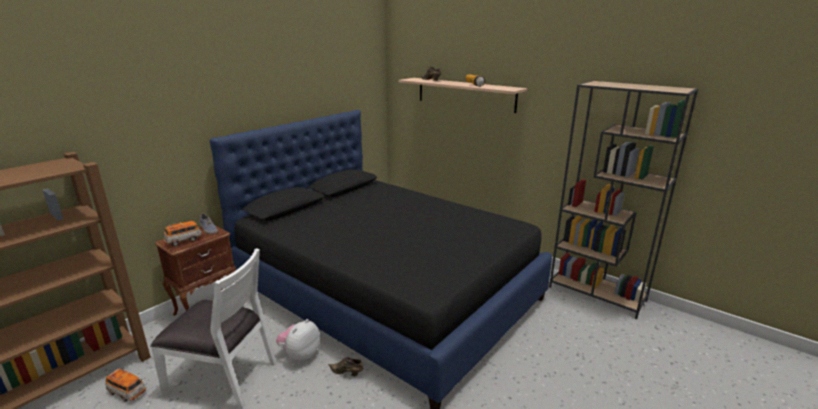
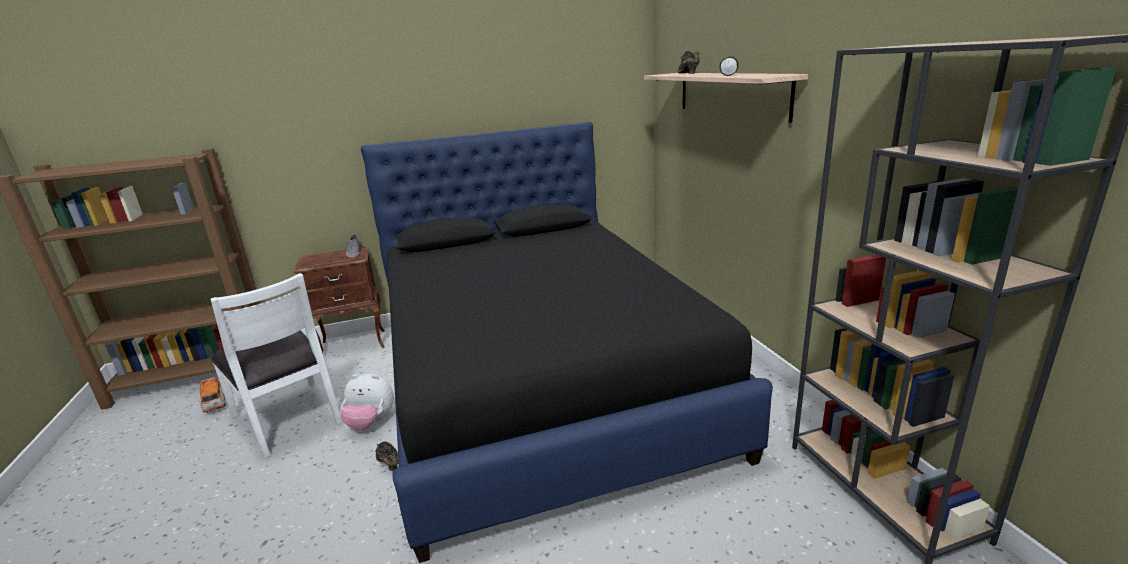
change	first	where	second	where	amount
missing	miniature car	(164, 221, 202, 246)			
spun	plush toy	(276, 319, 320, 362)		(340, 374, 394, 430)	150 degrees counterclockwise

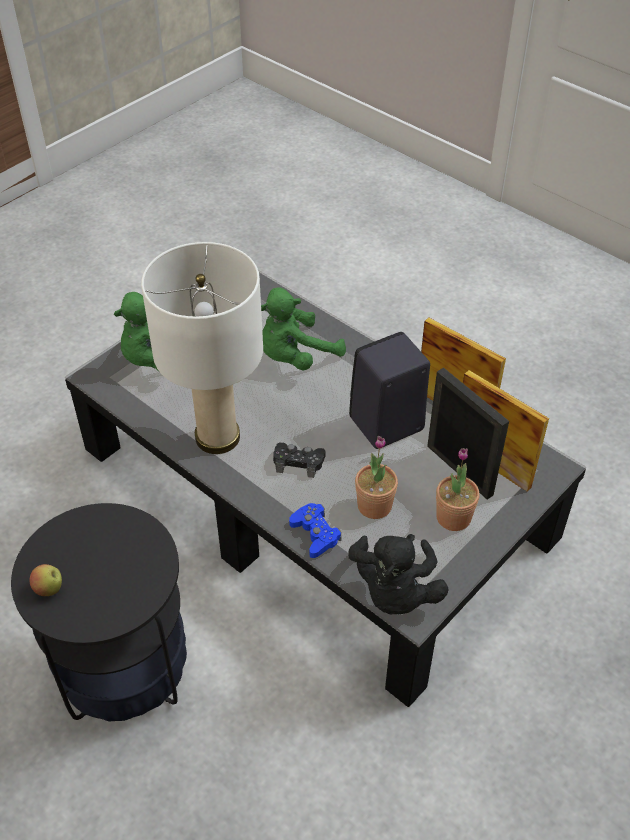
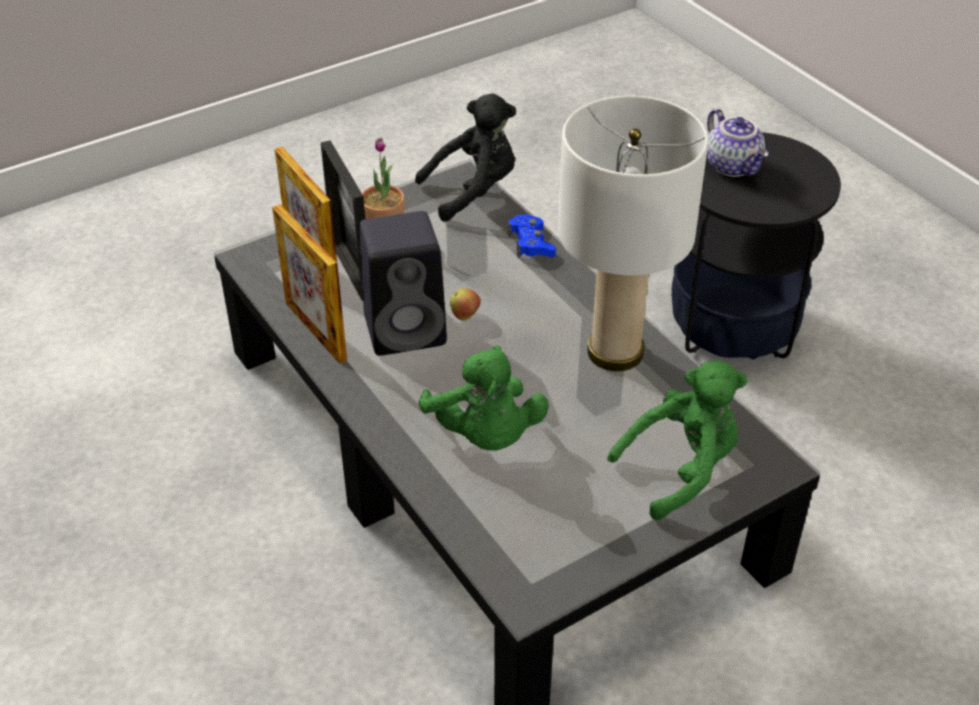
change	first	where	second	where	amount
missing	blackish gamepad	(273, 442, 326, 478)			
missing	plant in a pot	(355, 436, 398, 519)			
appeared			pot for tea	(707, 109, 769, 177)	
relocated	apple fruit	(29, 564, 62, 596)		(450, 288, 481, 321)	
spun	green-coloured plush toy	(261, 287, 346, 371)		(419, 345, 549, 451)	90 degrees clockwise
spun	blackish plush toy	(348, 534, 449, 614)		(415, 94, 516, 222)	45 degrees clockwise

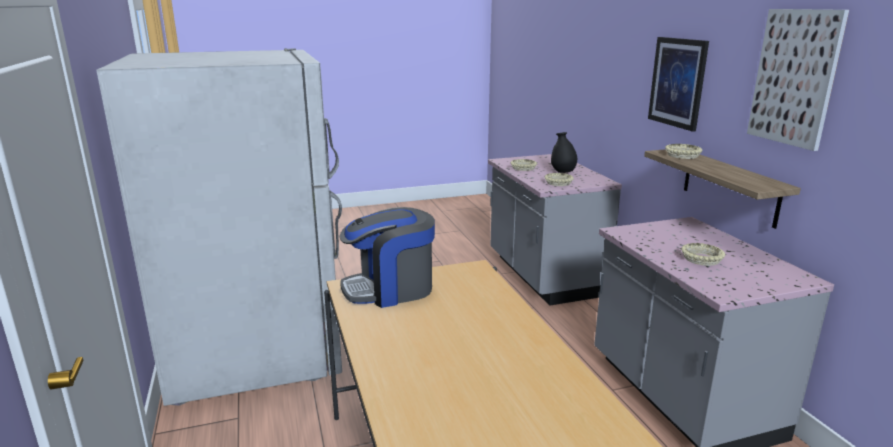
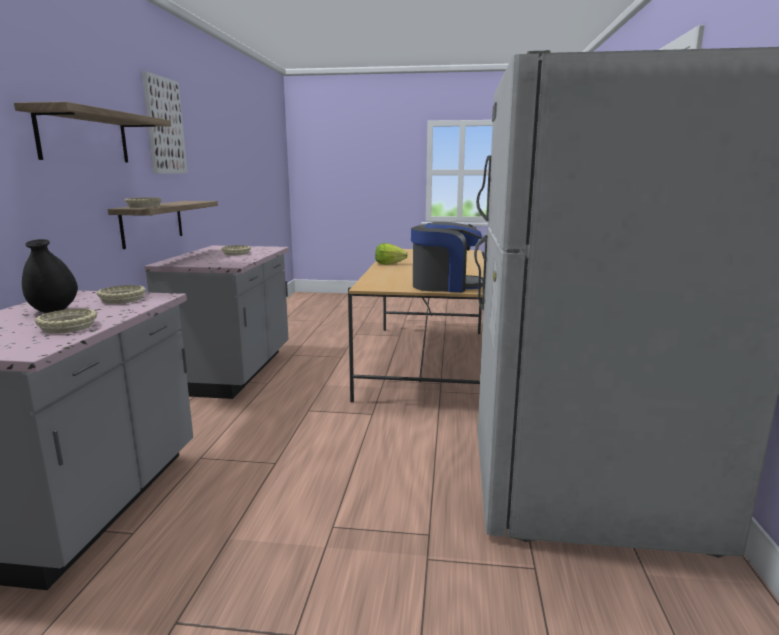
change	first	where	second	where	amount
appeared			lettuce	(375, 243, 408, 265)	
exchanged	picture	(648, 37, 709, 132)	wall shelf	(14, 102, 171, 162)	

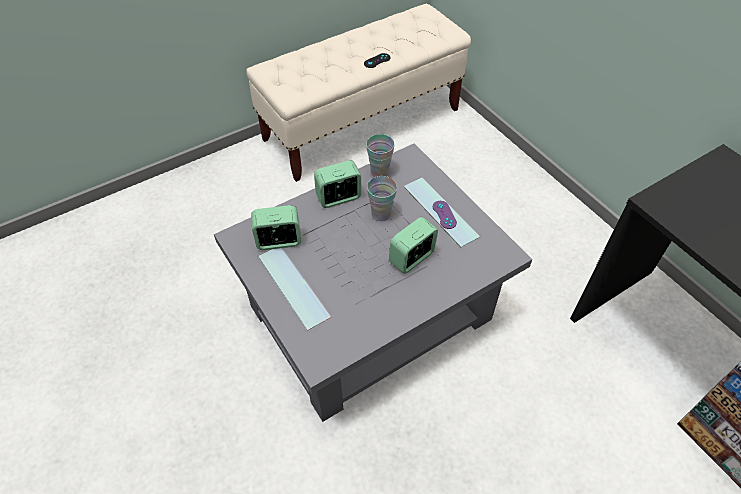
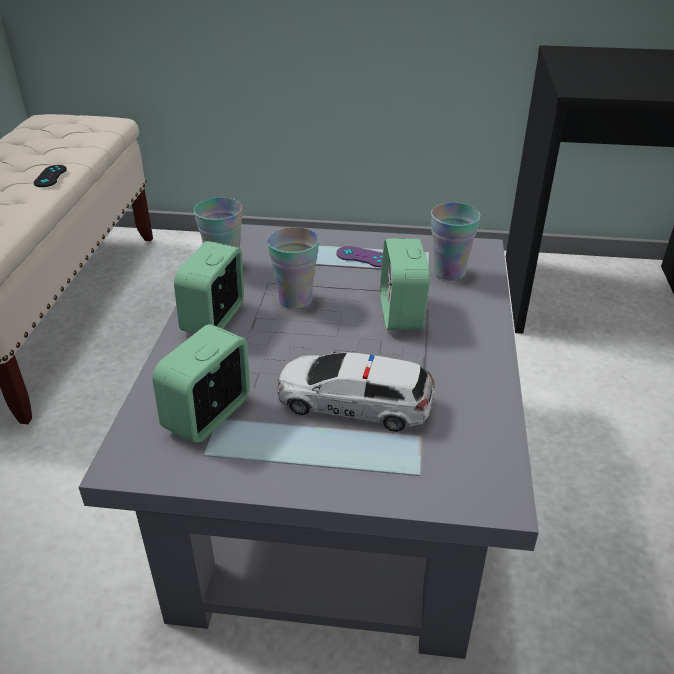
change	first	where	second	where	amount
appeared			miniature car	(277, 351, 435, 432)	
appeared			drinking cup	(431, 203, 481, 281)	

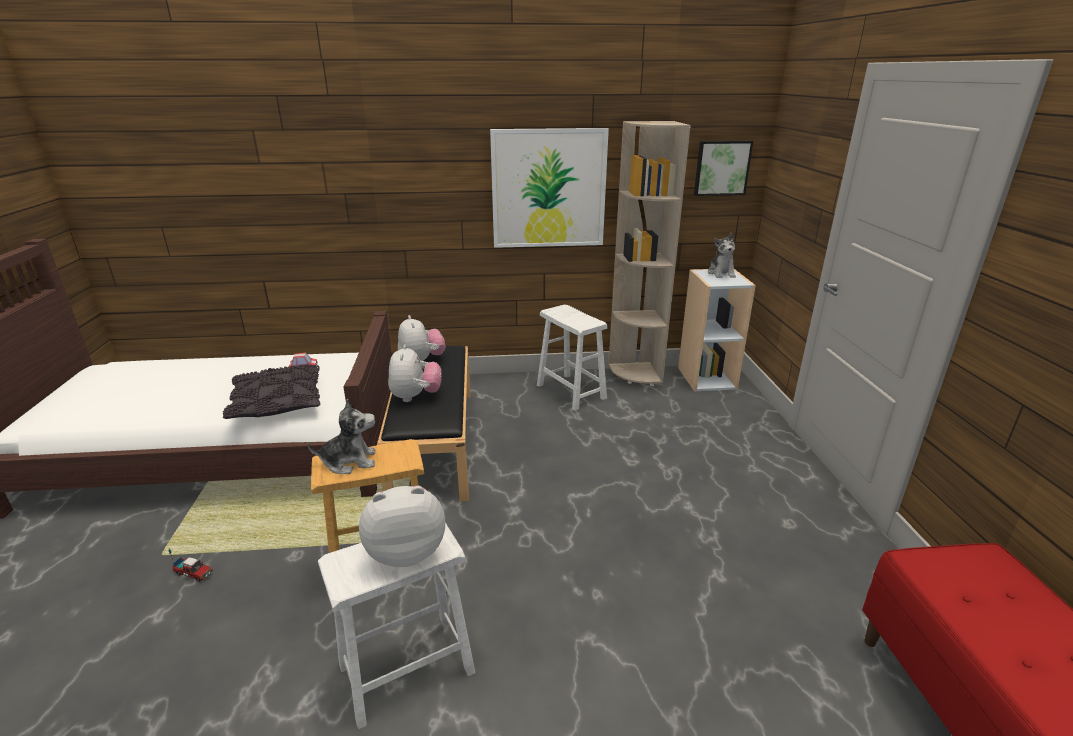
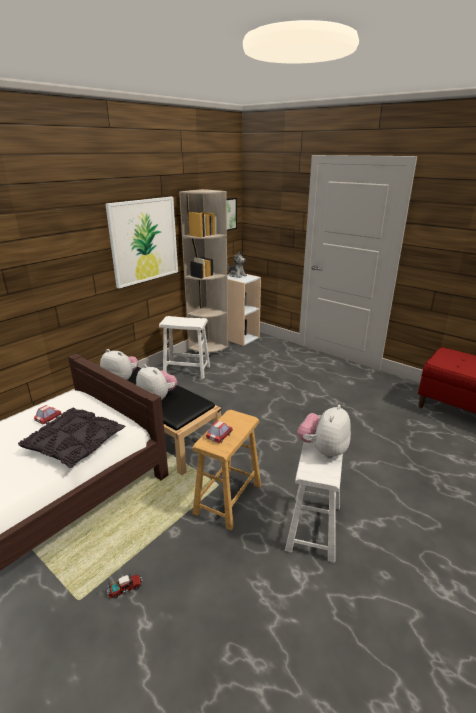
change	first	where	second	where	amount
exchanged	plush toy	(307, 399, 375, 474)	miniature car	(206, 420, 233, 444)	

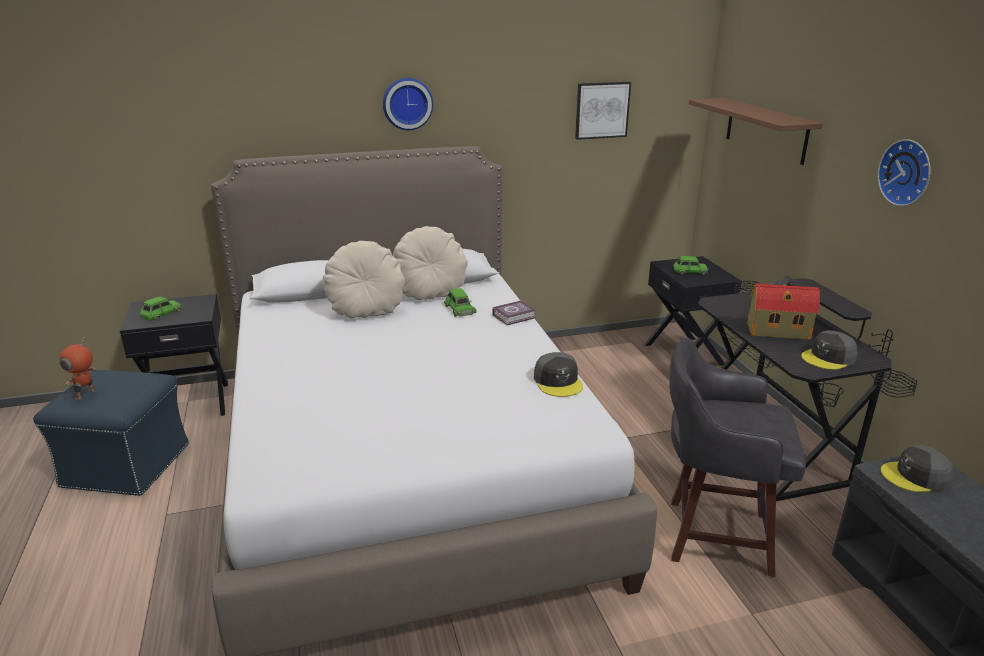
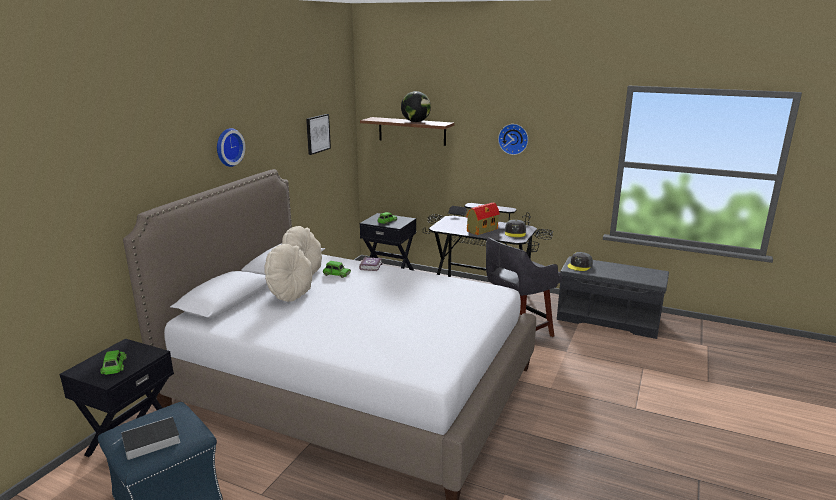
change	first	where	second	where	amount
missing	grey baseball cap	(534, 352, 583, 397)			
appeared			desk globe	(401, 91, 431, 122)	
exchanged	toy robot	(60, 337, 96, 401)	book	(113, 417, 180, 460)	

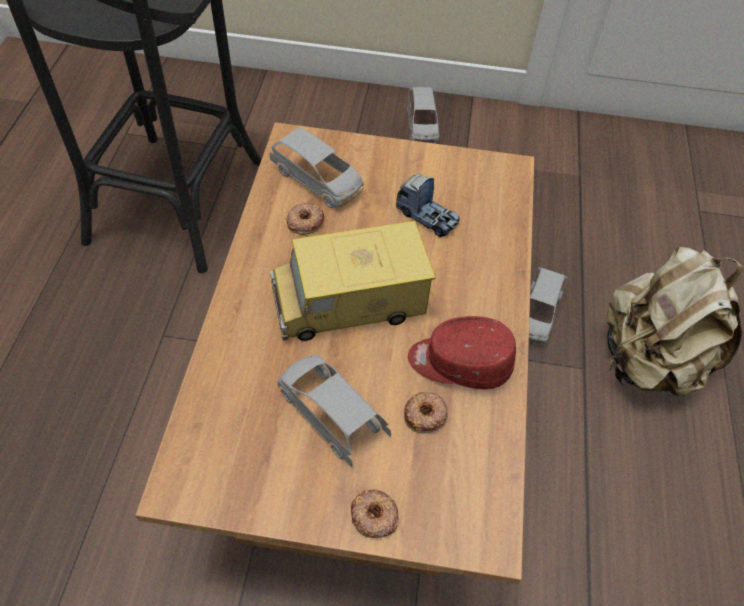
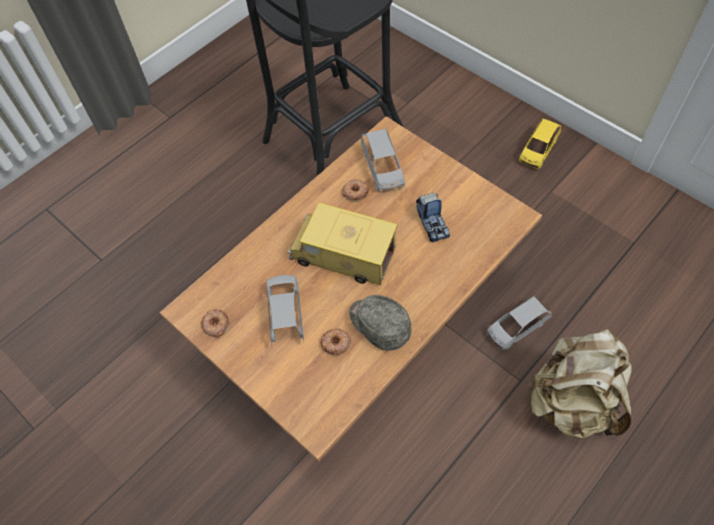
change	first	where	second	where	amount
relocated	donut	(351, 489, 398, 538)		(201, 309, 229, 338)	
colour	grey miniature car	(407, 87, 439, 143)	yellow miniature car	(519, 118, 561, 169)	
colour	red-coloured baseball cap	(408, 316, 516, 390)	grey baseball cap	(349, 295, 412, 351)	

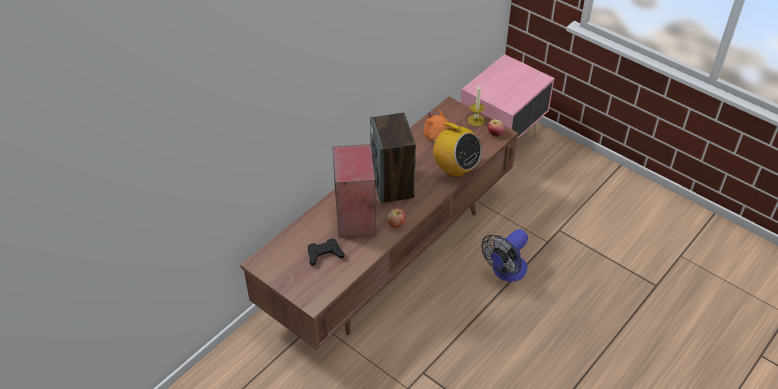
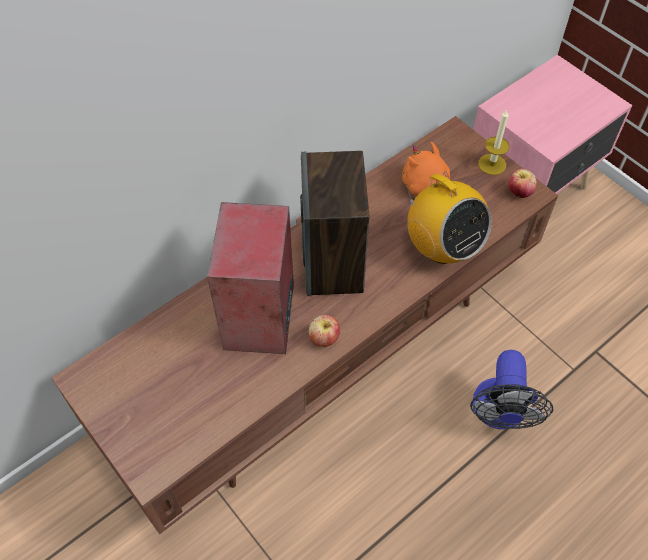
change	first	where	second	where	amount
missing	blackish gamepad	(308, 238, 345, 266)			
spun	fan	(482, 229, 528, 282)		(470, 350, 553, 429)	45 degrees counterclockwise

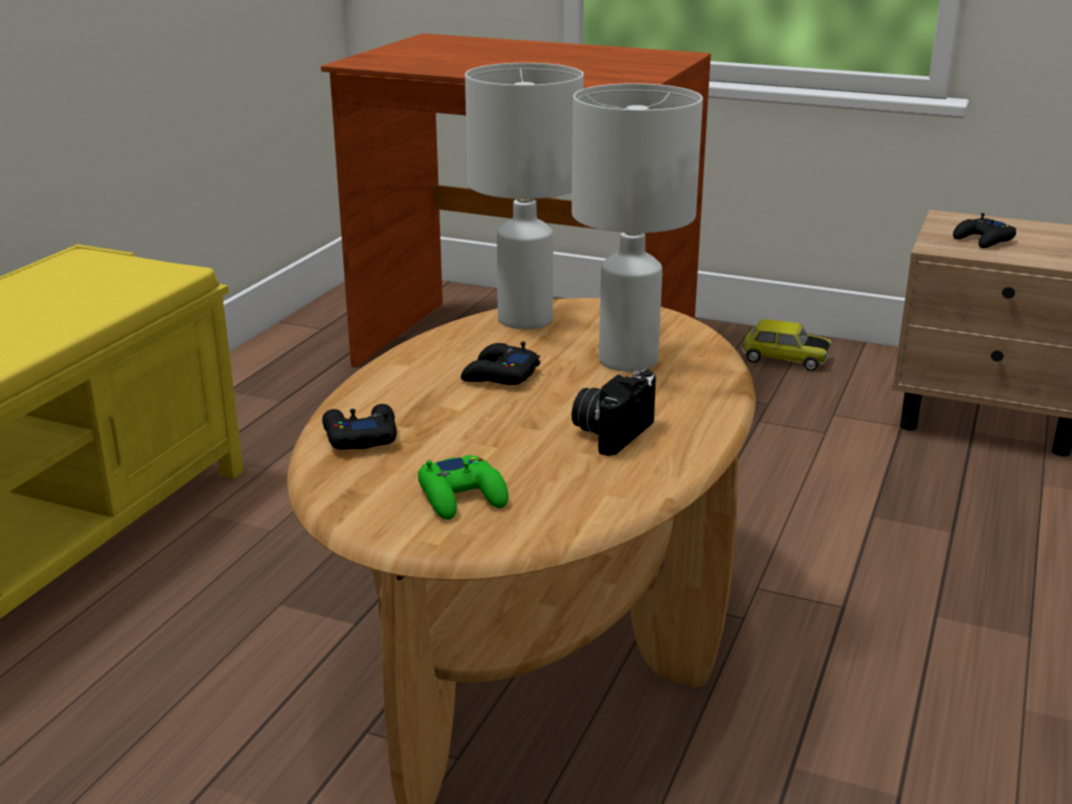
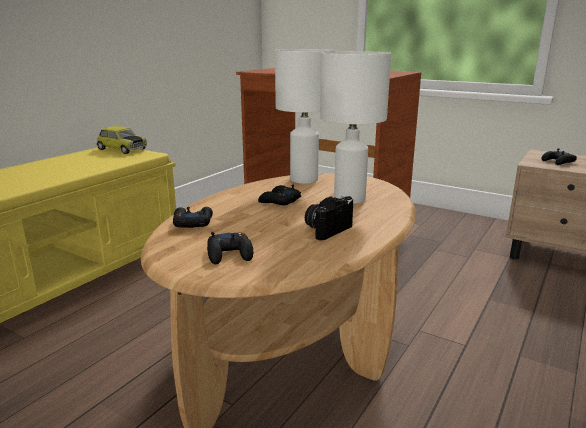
change	first	where	second	where	amount
relocated	miniature car	(742, 319, 832, 371)		(96, 126, 147, 154)	
colour	green-coloured gamepad	(418, 455, 508, 520)	blackish gamepad	(207, 232, 253, 264)	

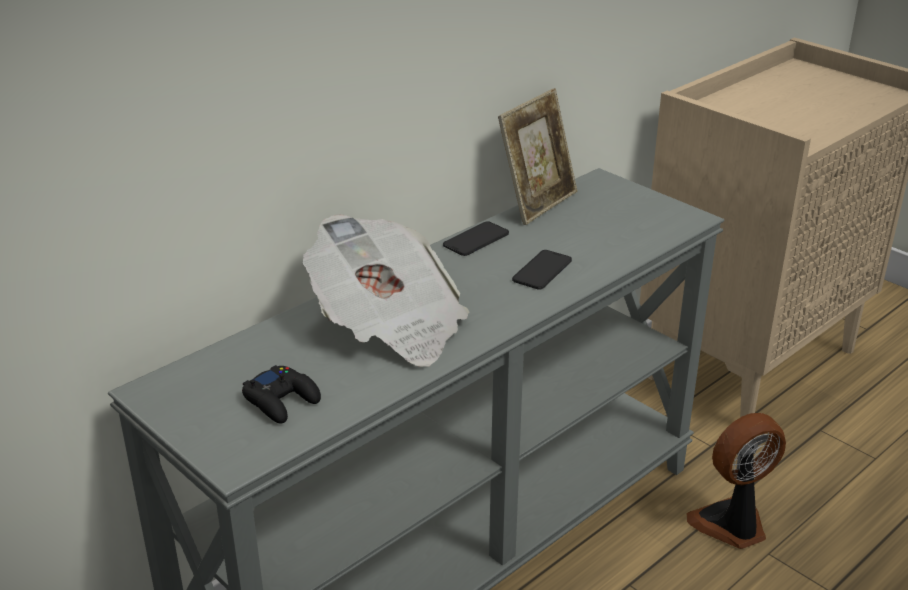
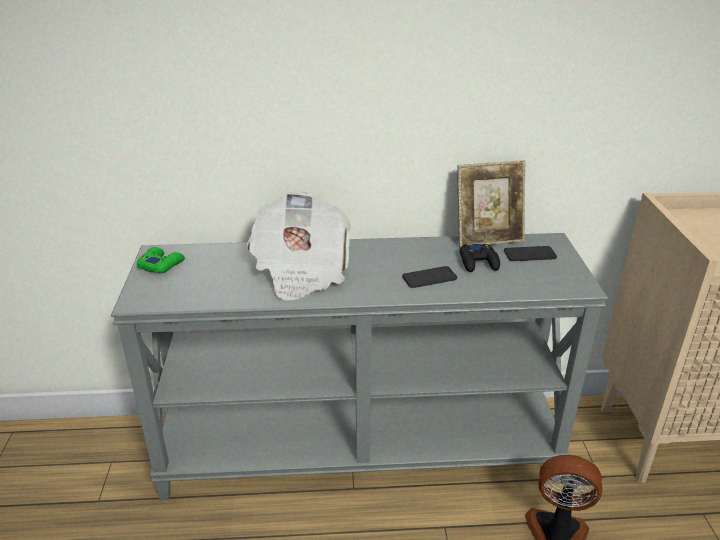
change	first	where	second	where	amount
appeared			green-coloured gamepad	(137, 247, 185, 274)	
relocated	blackish gamepad	(242, 365, 321, 424)		(460, 244, 500, 272)	
relocated	telephone	(443, 221, 509, 256)		(504, 246, 557, 261)	

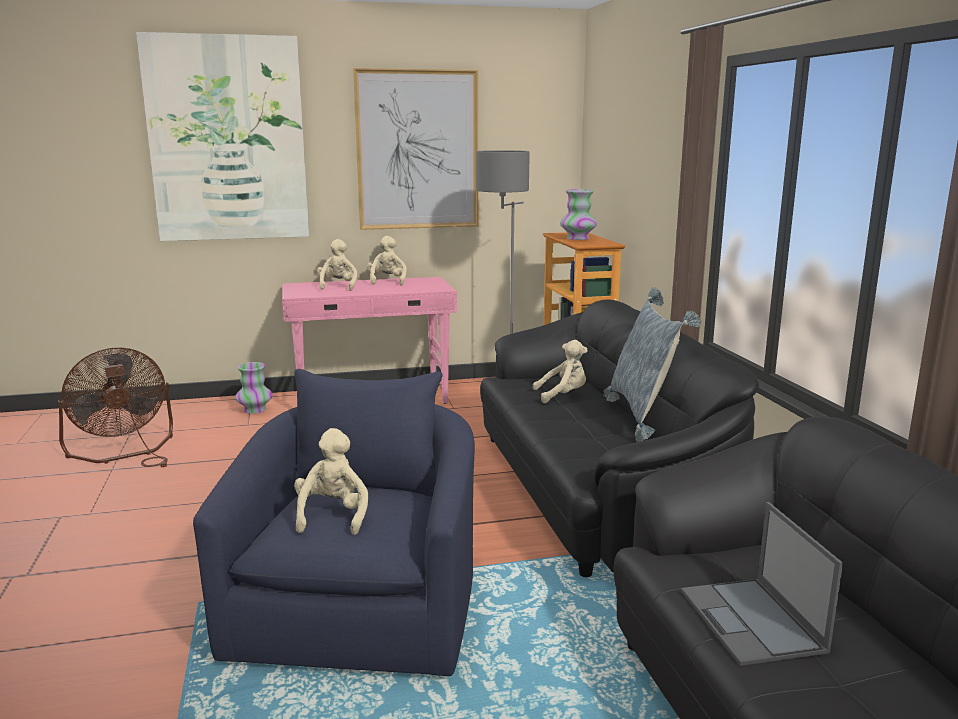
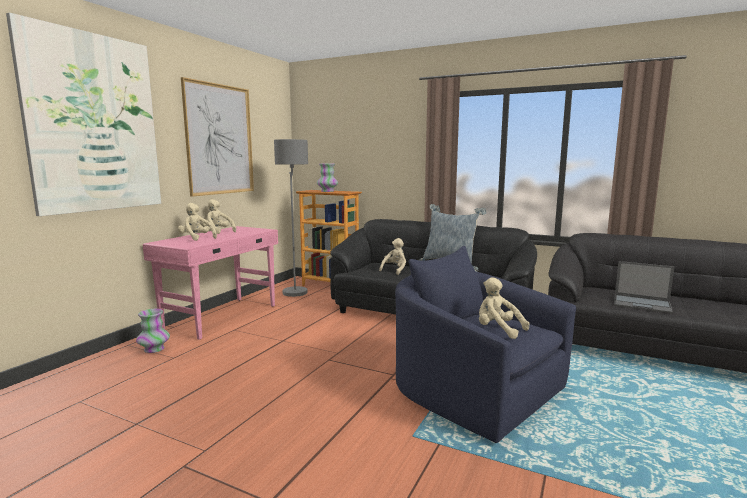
change	first	where	second	where	amount
missing	brown fan	(58, 347, 173, 467)			

